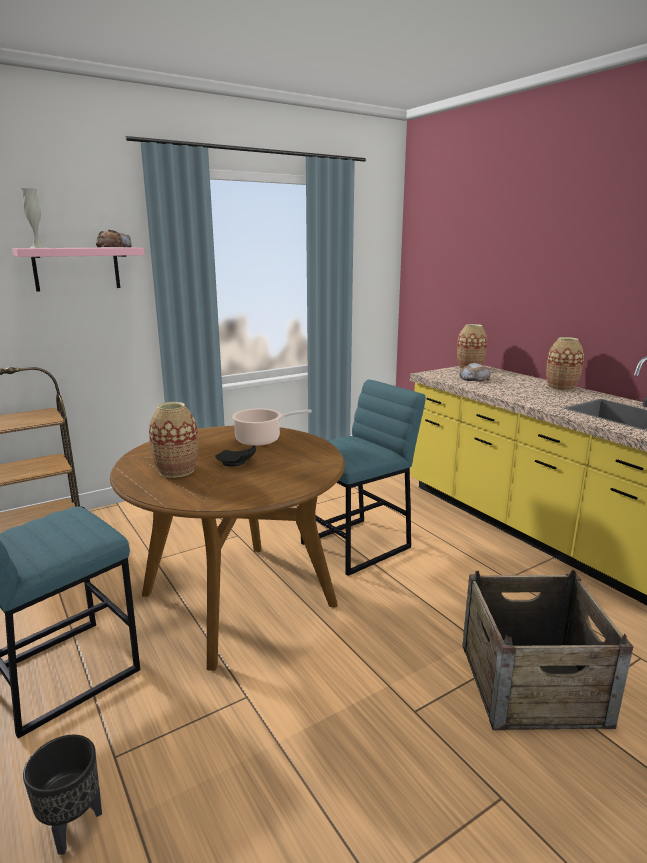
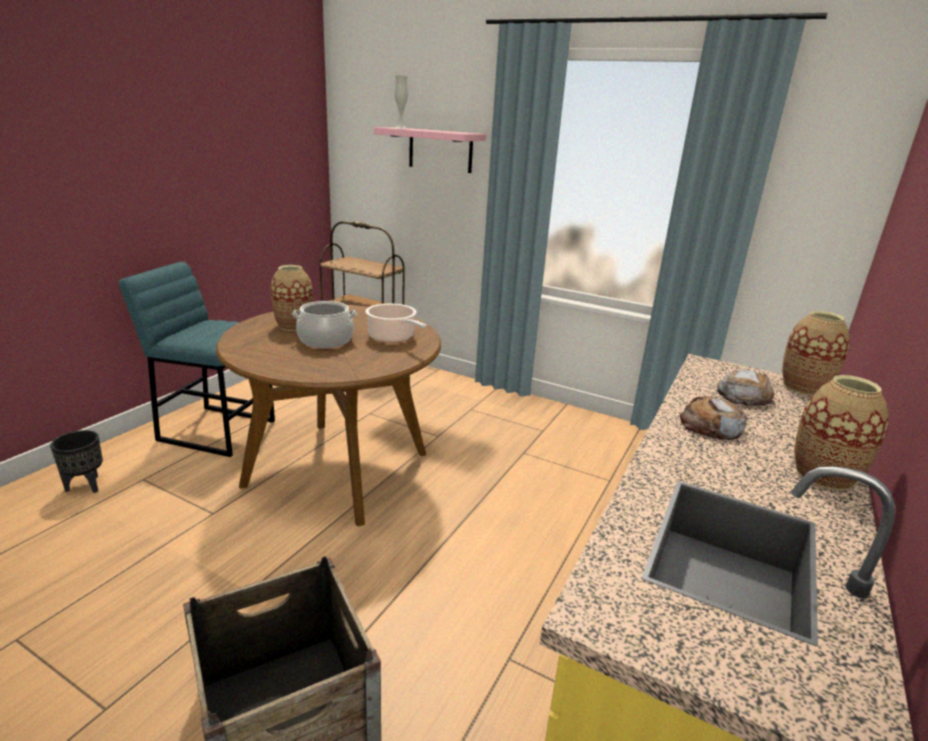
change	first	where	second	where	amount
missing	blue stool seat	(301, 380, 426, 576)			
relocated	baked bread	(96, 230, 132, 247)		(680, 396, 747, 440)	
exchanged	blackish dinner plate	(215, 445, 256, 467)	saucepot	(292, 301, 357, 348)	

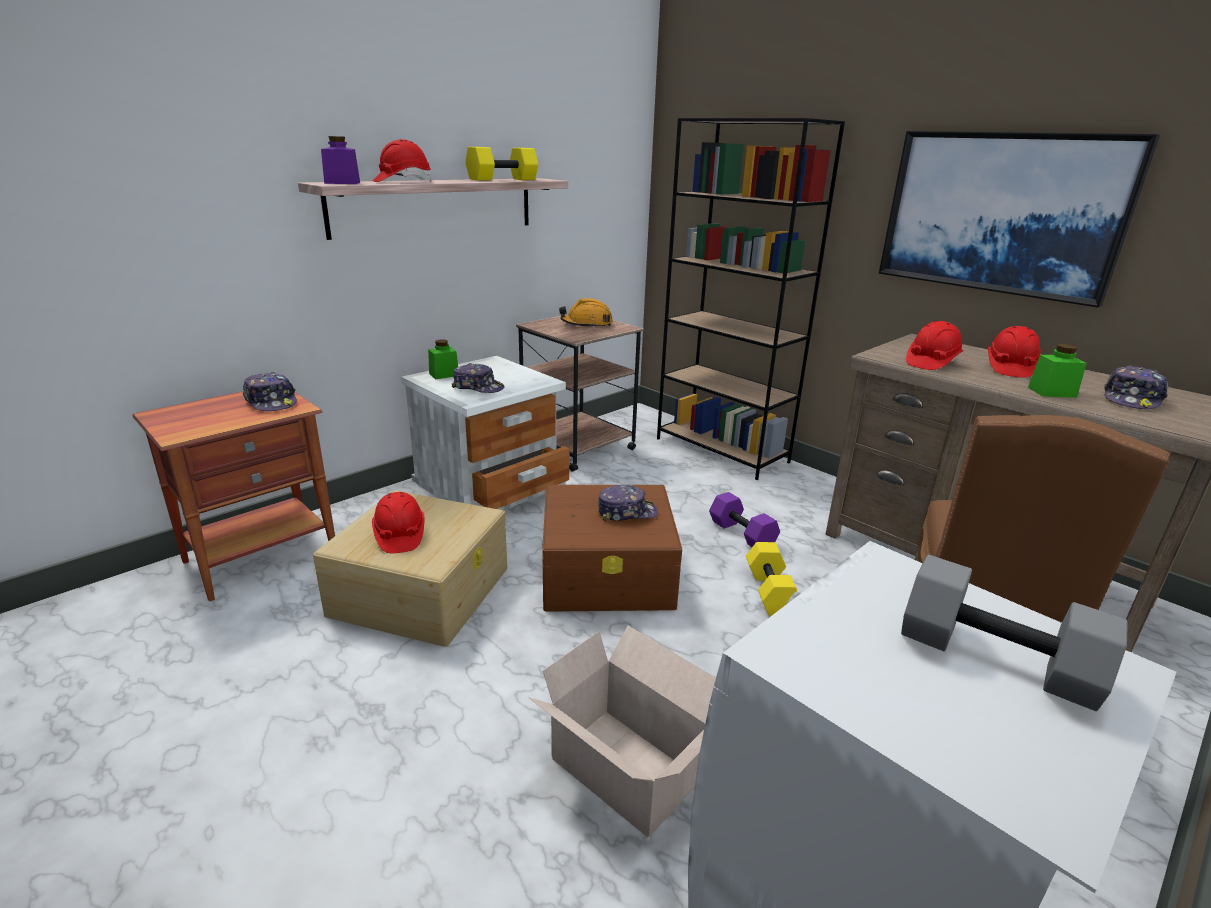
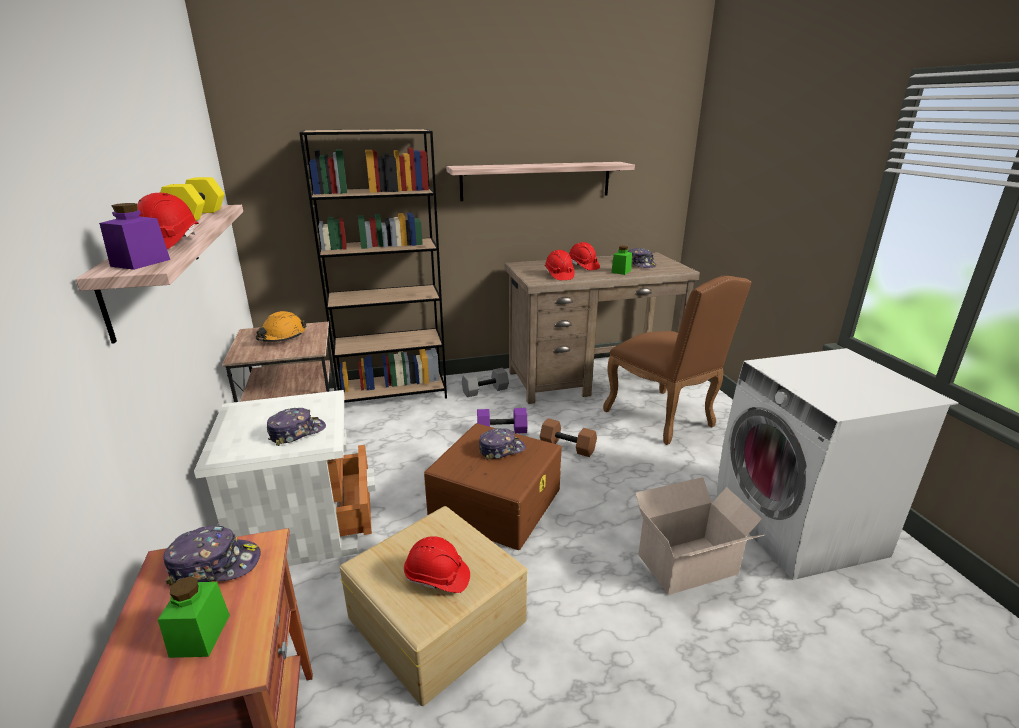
change	first	where	second	where	amount
relocated	green-coloured storage jar	(428, 340, 458, 379)		(158, 576, 230, 658)	
relocated	grey hand weight	(901, 555, 1128, 711)		(461, 368, 509, 397)	
exchanged	picture	(879, 131, 1160, 308)	wall shelf	(446, 162, 635, 201)	
colour	yellow hand weight	(746, 542, 798, 617)	brown hand weight	(540, 418, 597, 457)	
spun	baseball cap	(597, 485, 658, 521)		(479, 428, 526, 460)	45 degrees clockwise

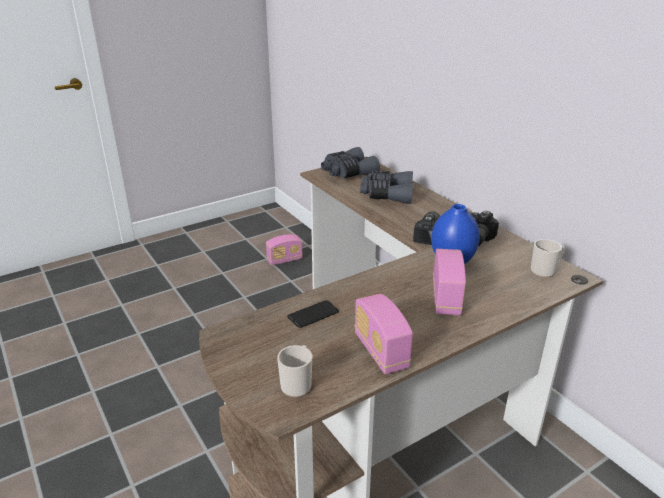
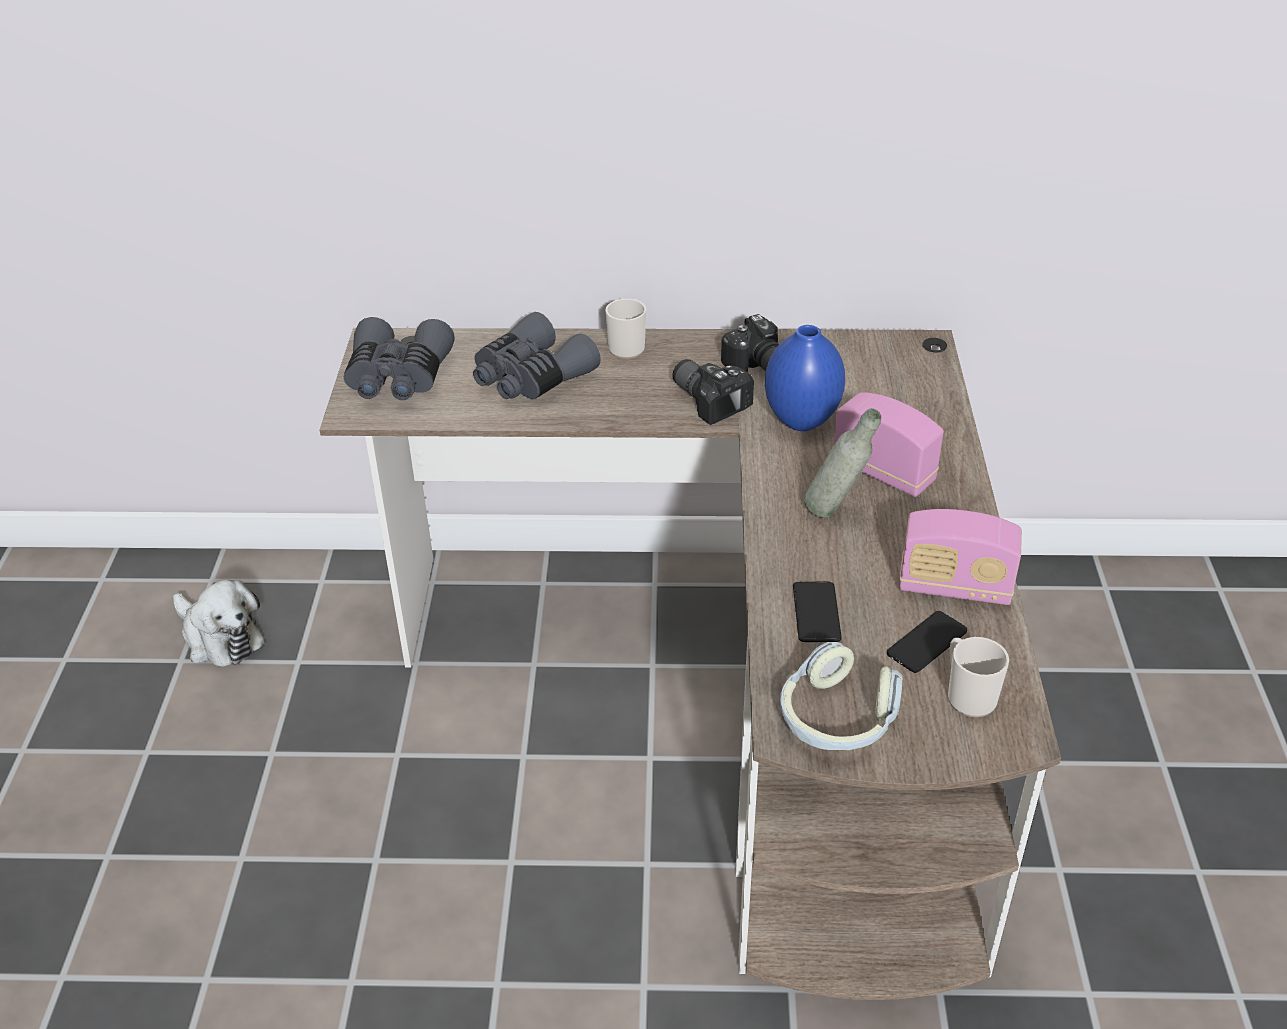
change	first	where	second	where	amount
appeared			headset	(780, 642, 903, 750)	
appeared			grey drink bottle	(804, 408, 881, 518)	
appeared			telephone	(887, 611, 967, 673)	
relocated	tea mug	(531, 239, 565, 278)		(606, 299, 646, 359)	
exchanged	radio	(266, 234, 303, 266)	plush toy	(173, 579, 265, 667)	

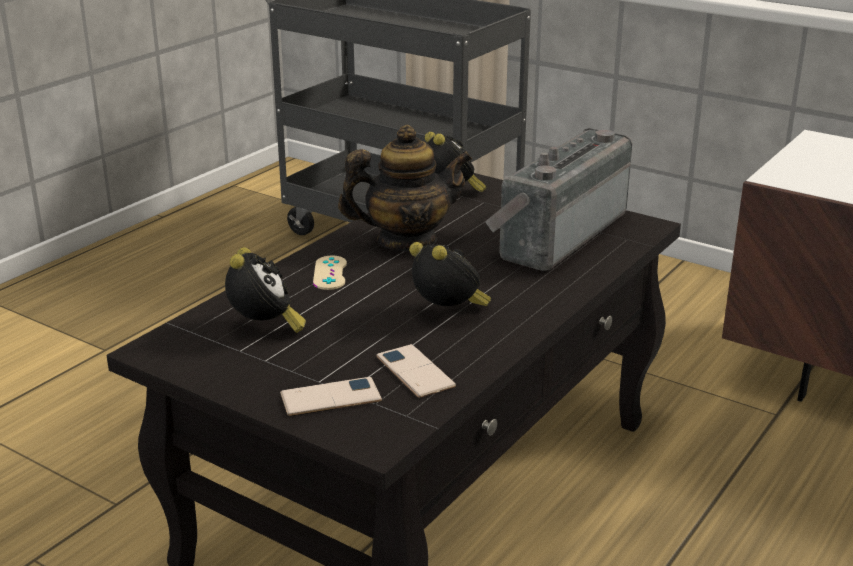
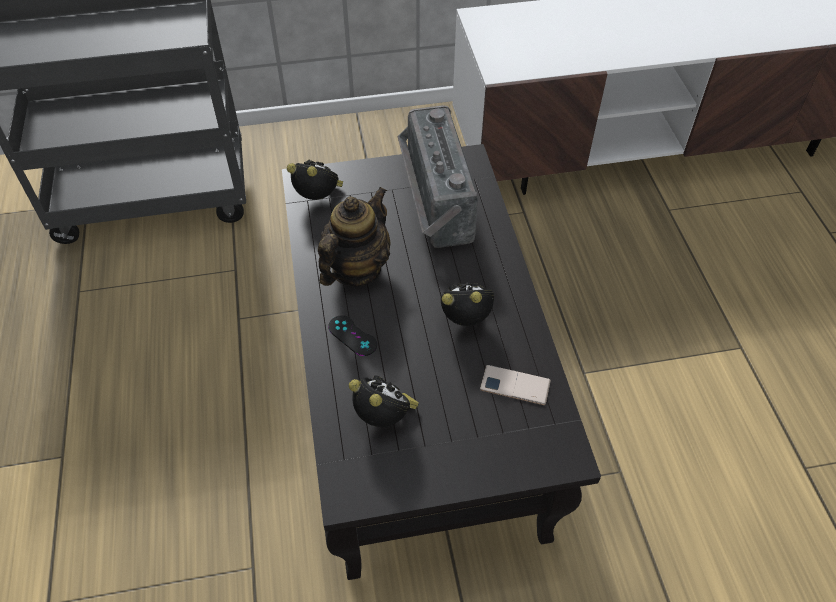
change	first	where	second	where	amount
missing	telephone	(280, 377, 382, 416)			
colour	sand-coloured gamepad	(313, 256, 347, 290)	blackish gamepad	(328, 315, 377, 356)	

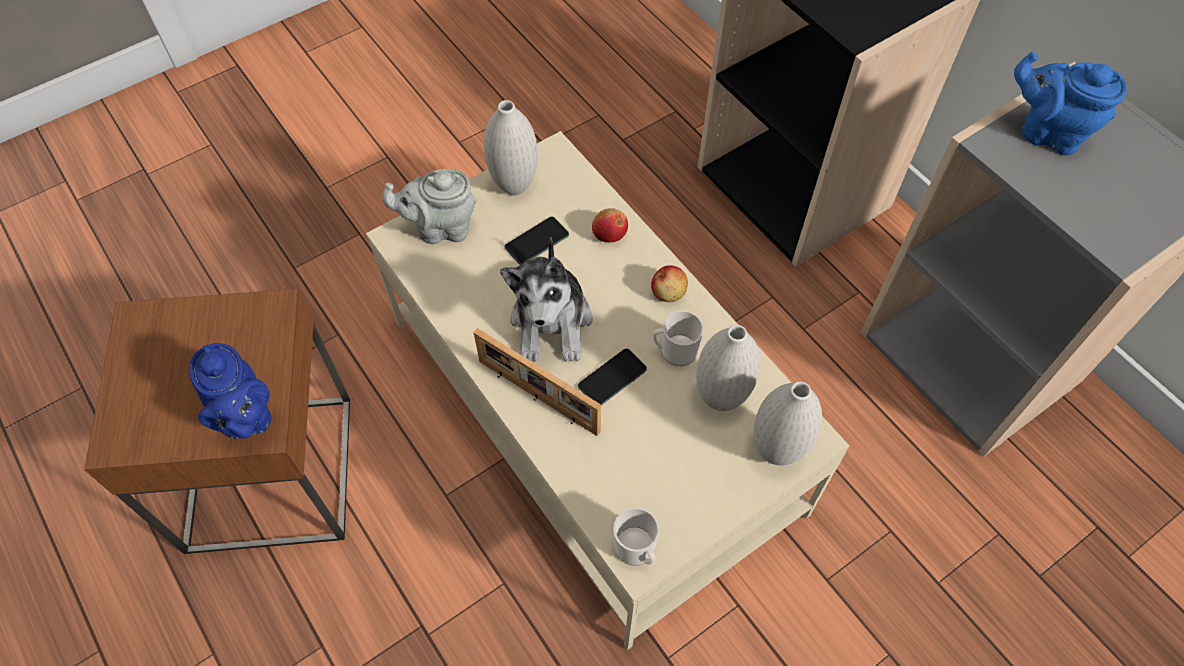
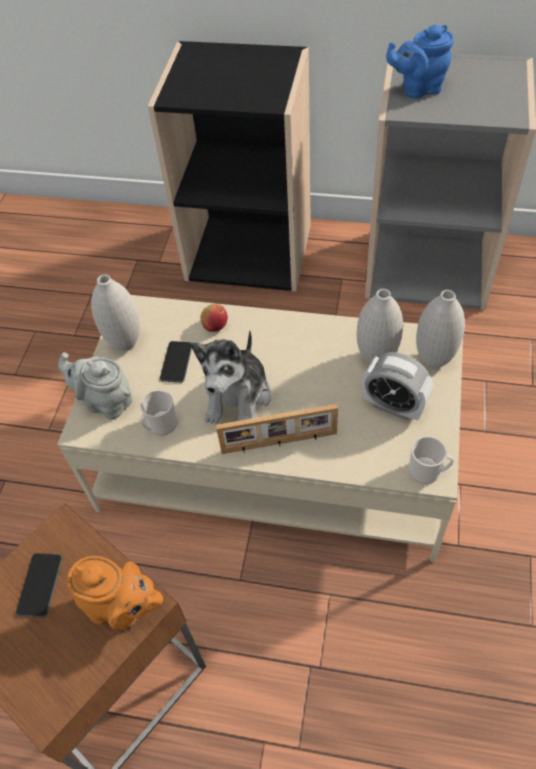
change	first	where	second	where	amount
missing	apple fruit	(651, 265, 688, 302)			
appeared			alarm clock	(362, 352, 433, 421)	
relocated	telephone	(578, 349, 647, 405)		(16, 553, 63, 618)	
relocated	tea mug	(653, 310, 704, 366)		(139, 390, 177, 435)	
colour	blue pot for tea	(189, 343, 271, 439)	orange pot for tea	(67, 556, 163, 630)	
spun	grey pot for tea	(382, 169, 476, 244)		(58, 352, 132, 420)	75 degrees clockwise
spun	plush toy	(500, 237, 593, 362)		(191, 331, 271, 425)	60 degrees clockwise

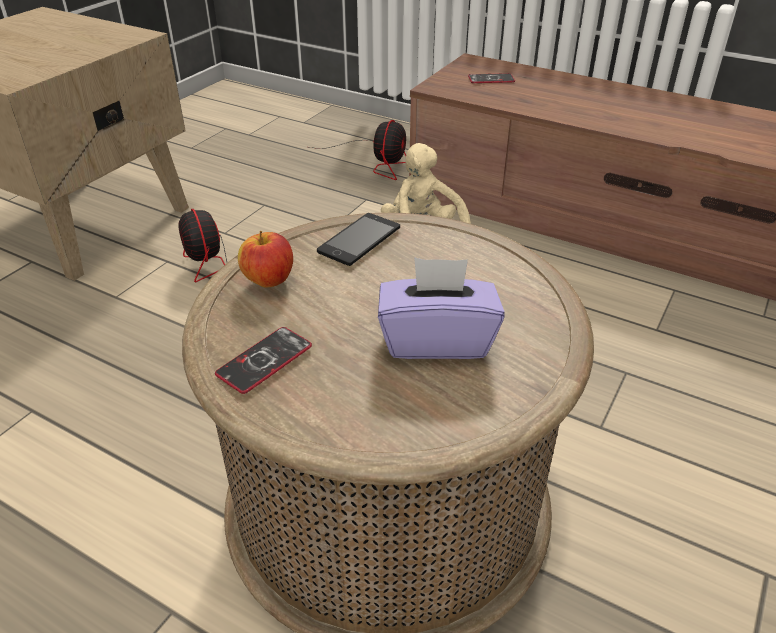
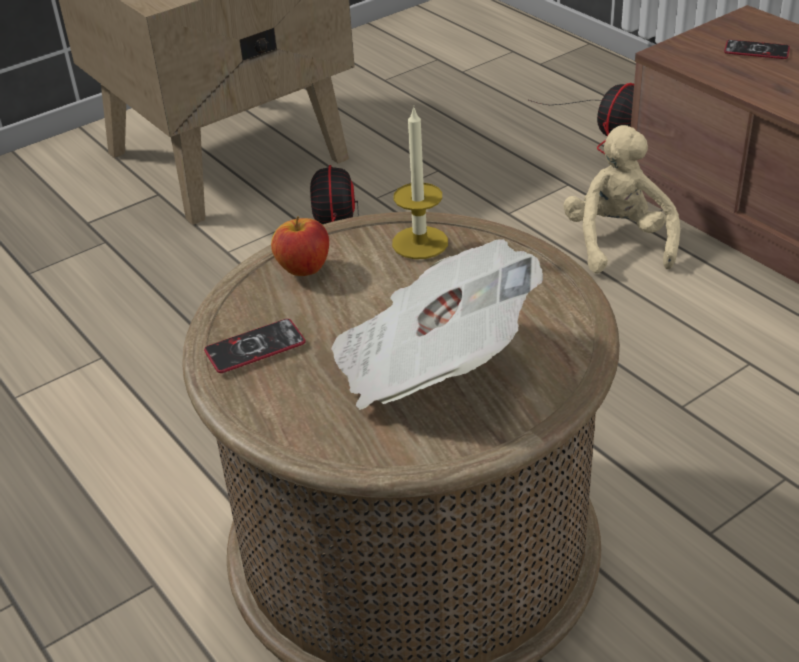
change	first	where	second	where	amount
exchanged	telephone	(317, 213, 400, 266)	wax candle	(392, 106, 448, 259)	
exchanged	purplish tissue holder	(378, 258, 505, 359)	printed paper	(331, 239, 543, 410)	

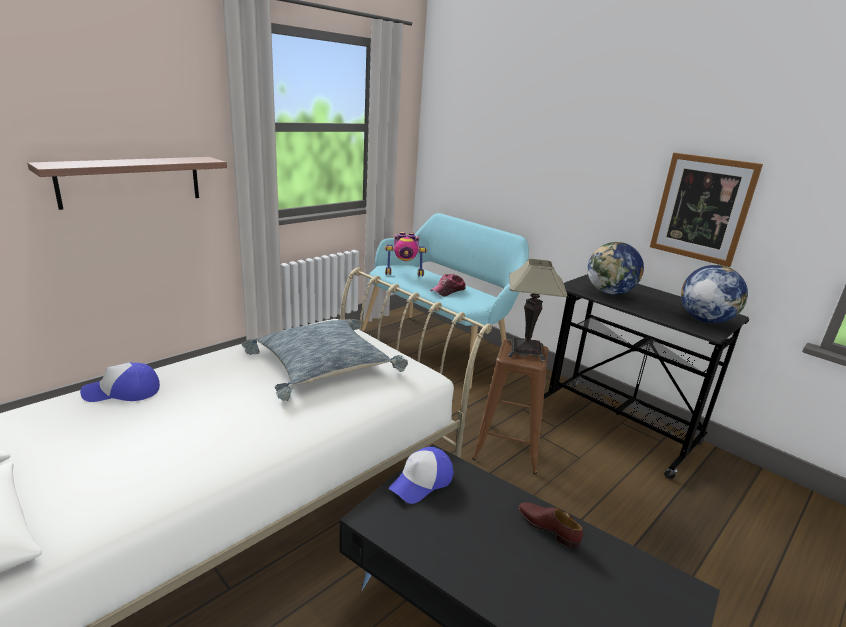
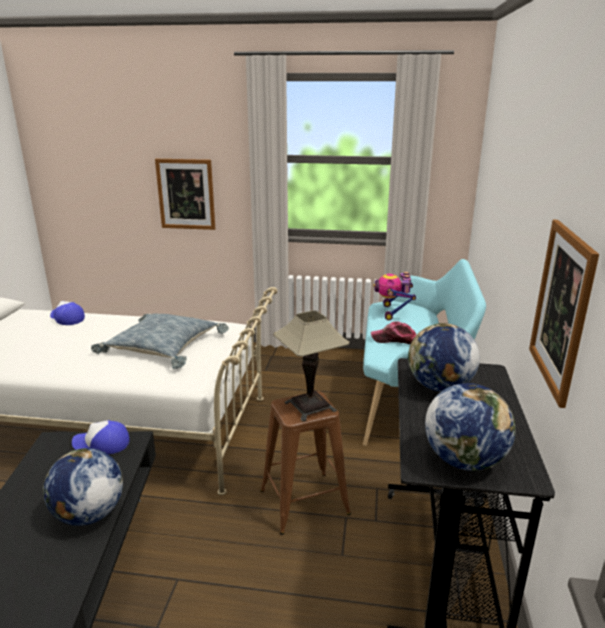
change	first	where	second	where	amount
exchanged	wall shelf	(27, 157, 227, 210)	picture	(155, 159, 215, 230)	
exchanged	brown shoe	(519, 503, 583, 549)	desk globe	(43, 448, 123, 526)	
spun	toy robot	(385, 232, 427, 276)		(373, 272, 416, 320)	45 degrees clockwise

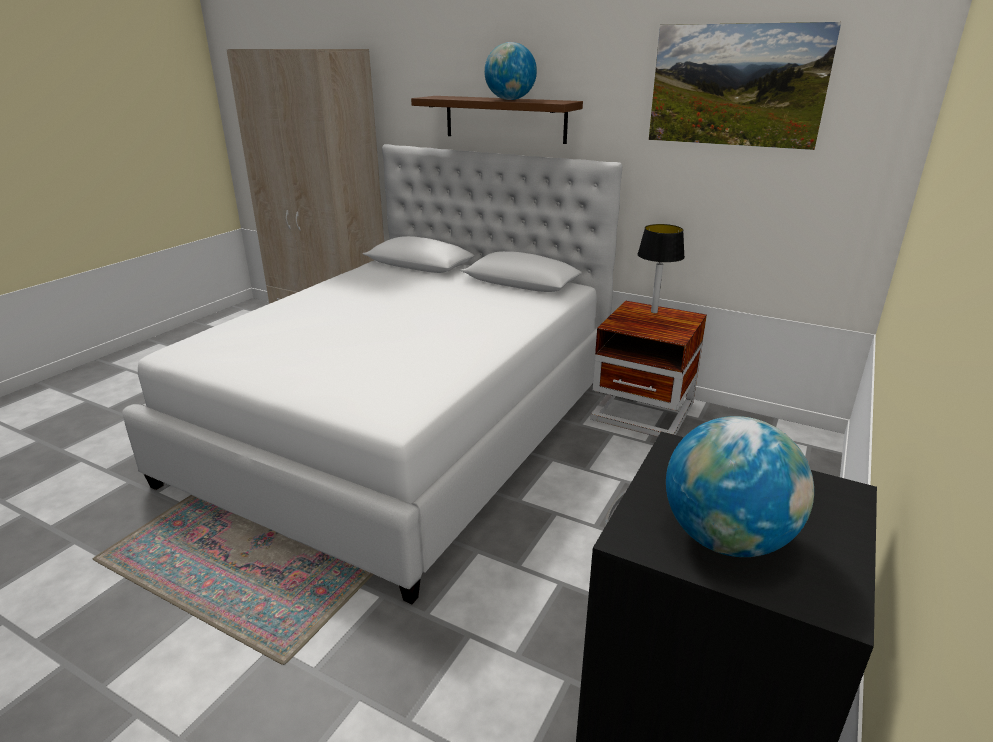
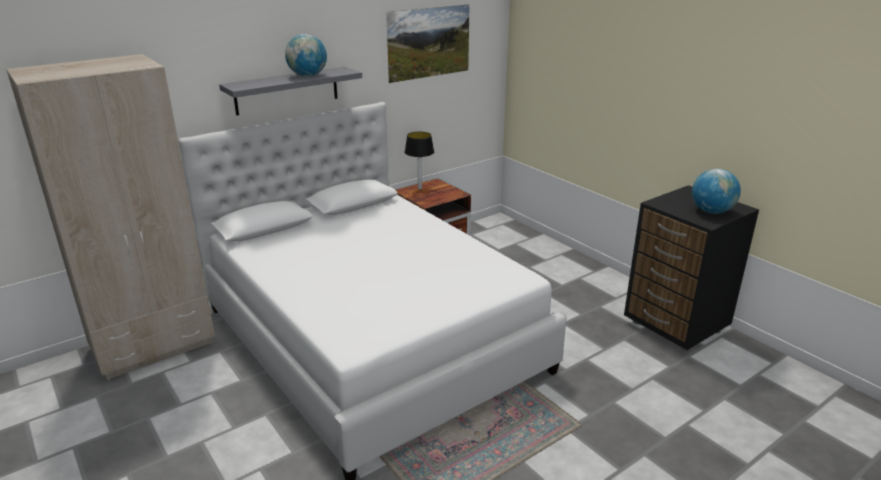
change	first	where	second	where	amount
colour	brown wall shelf	(411, 96, 583, 144)	grey wall shelf	(219, 67, 362, 115)	

